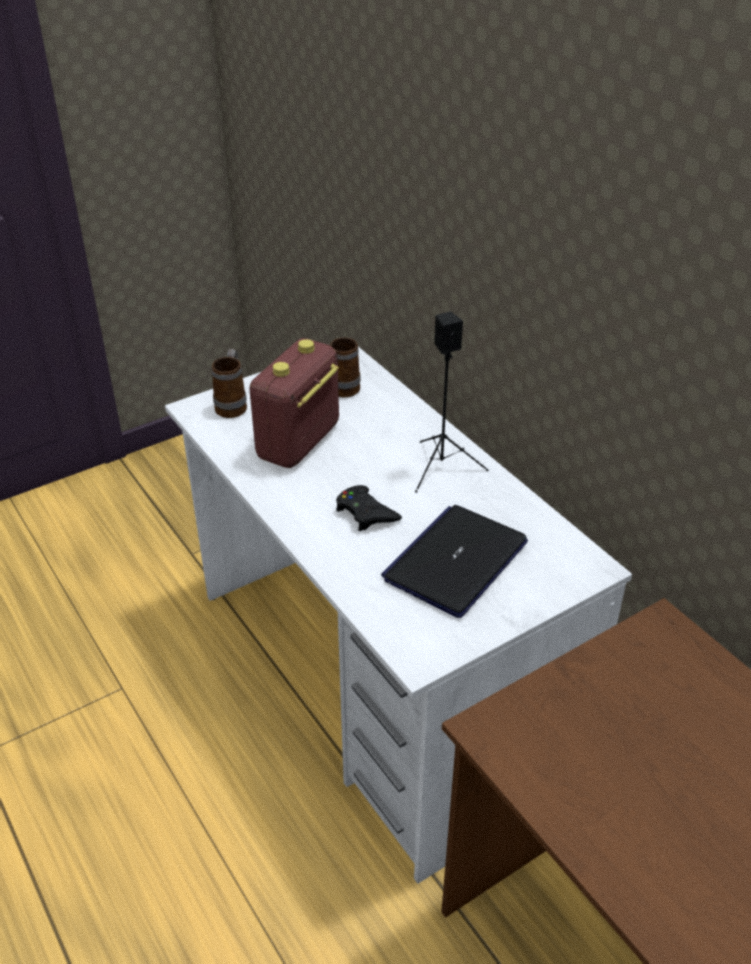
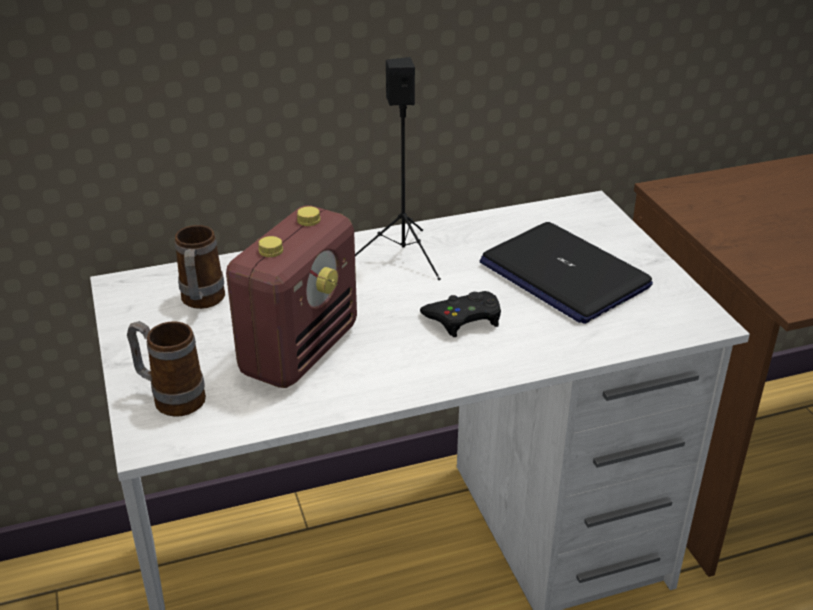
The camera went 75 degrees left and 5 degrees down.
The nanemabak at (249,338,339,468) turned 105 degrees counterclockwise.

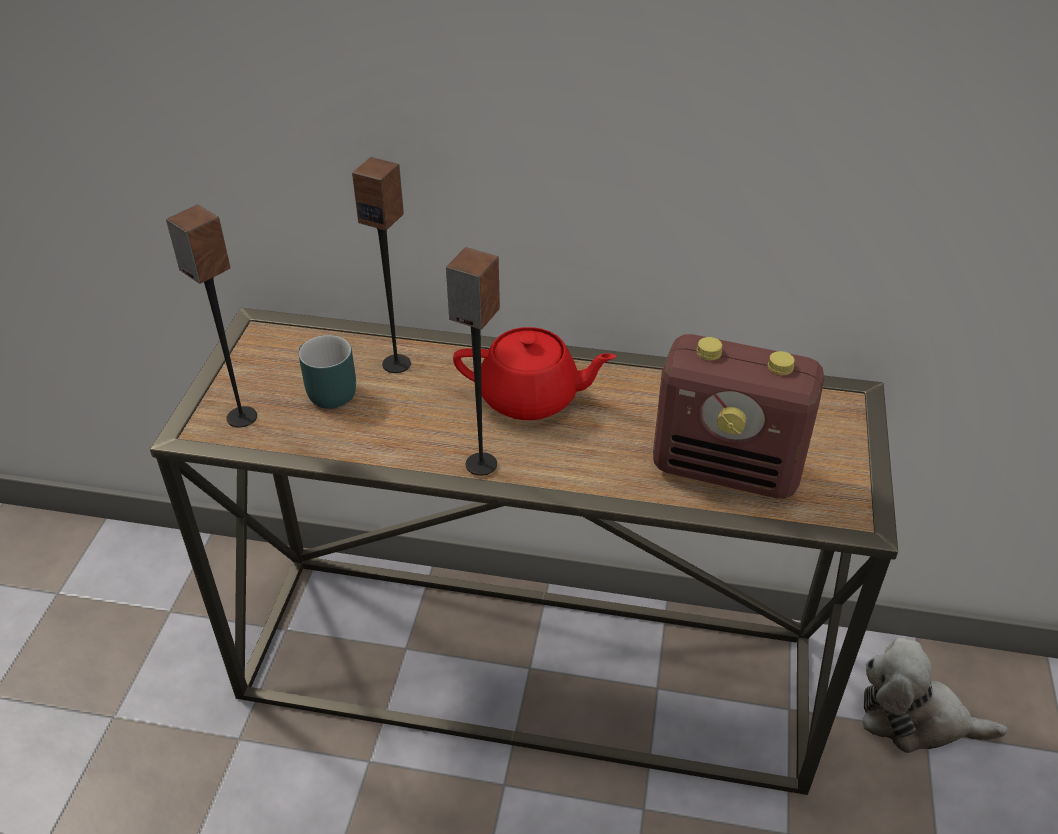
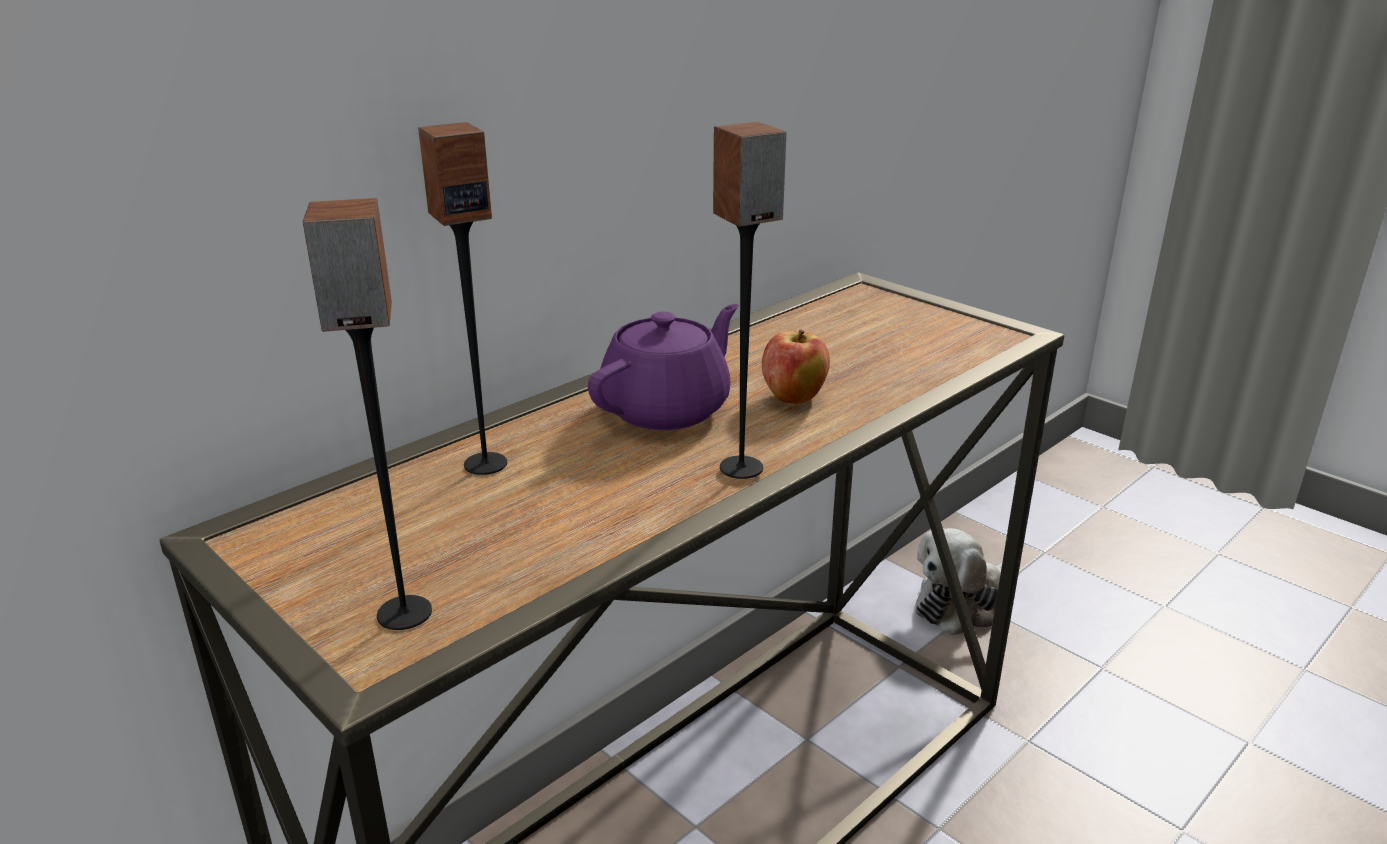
The camera went 55 degrees left and 15 degrees down.
The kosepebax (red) at (453,327,617,420) became the kosepebax (purple) at (588,304,739,430).
The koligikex at (762,329,830,404) appeared.
The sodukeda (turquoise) at (298,335,356,409) disappeared.
The nanemabak at (653,334,824,499) disappeared.

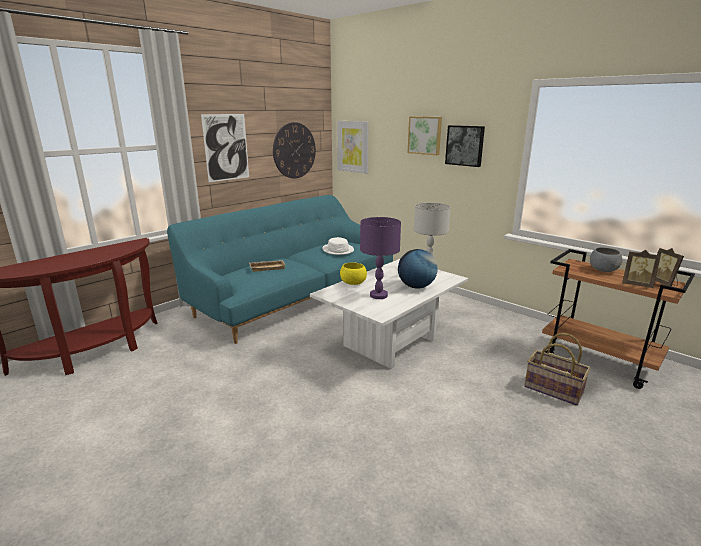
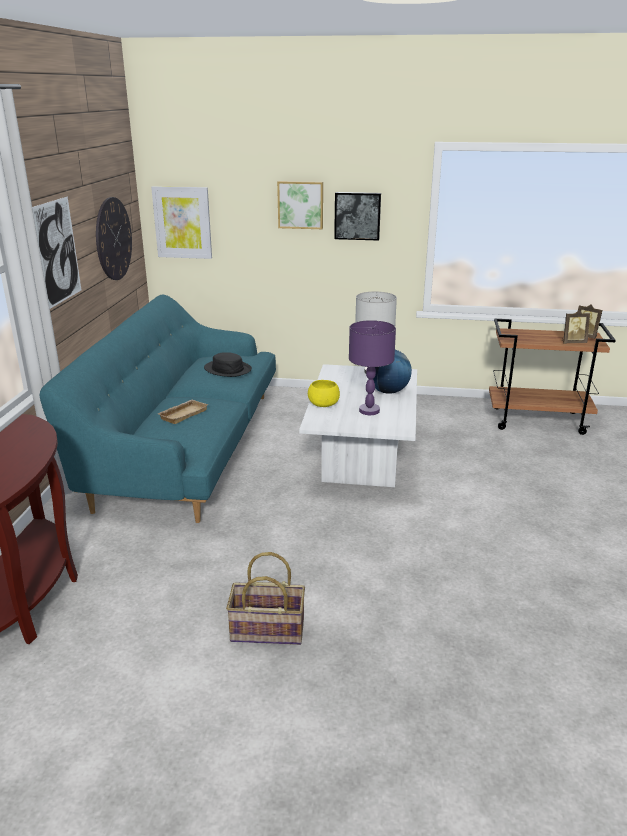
The camera went 35 degrees left and 5 degrees up.
The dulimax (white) at (322,237,354,255) became the dulimax (black) at (204,352,252,377).
The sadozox moved from (524,333,590,406) to (226,552,305,645).
The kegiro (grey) at (590,247,622,272) disappeared.

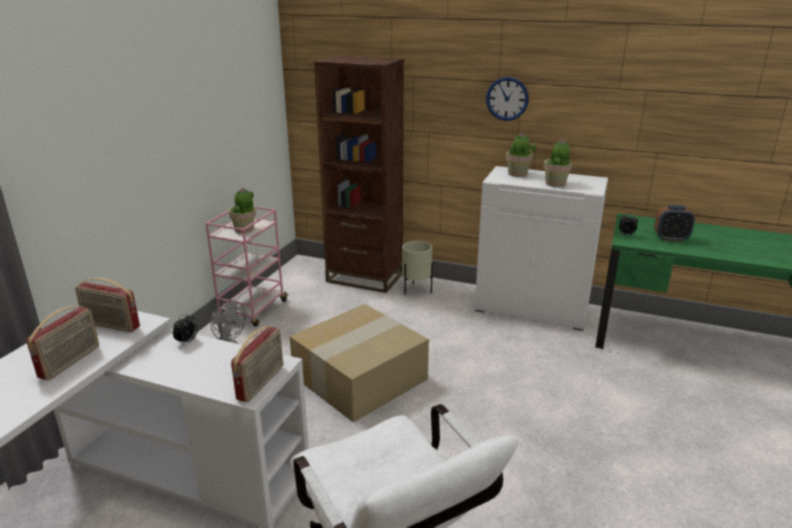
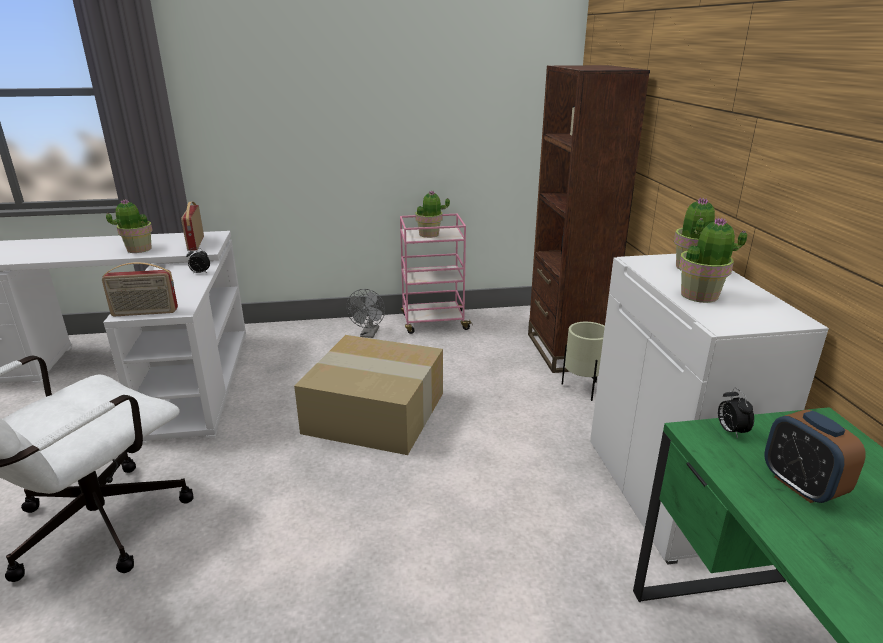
The camera went 60 degrees right and 0 degrees up.
The nanemabak at (26,306,99,380) was replaced by the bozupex at (106,199,152,253).
The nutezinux at (486,77,529,121) disappeared.

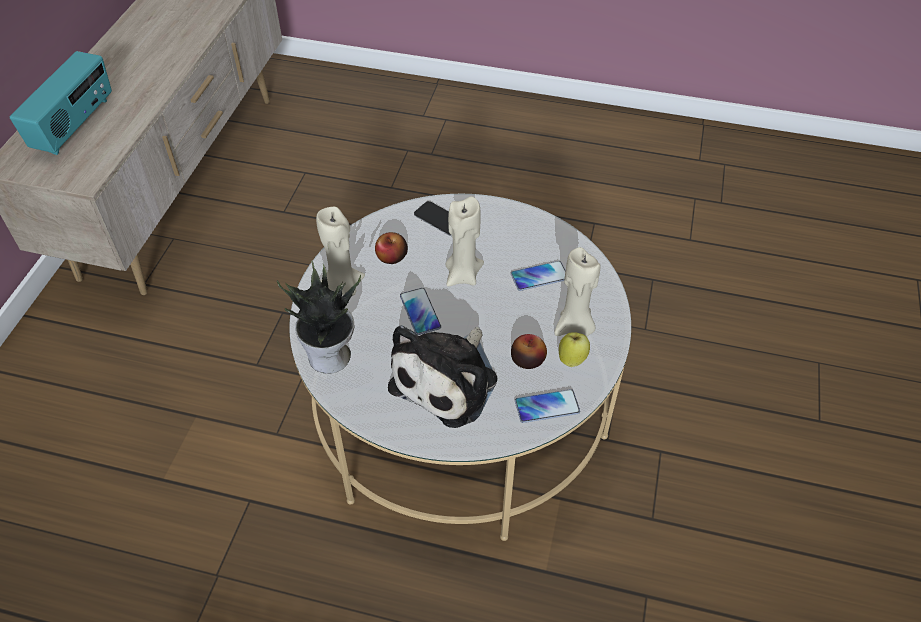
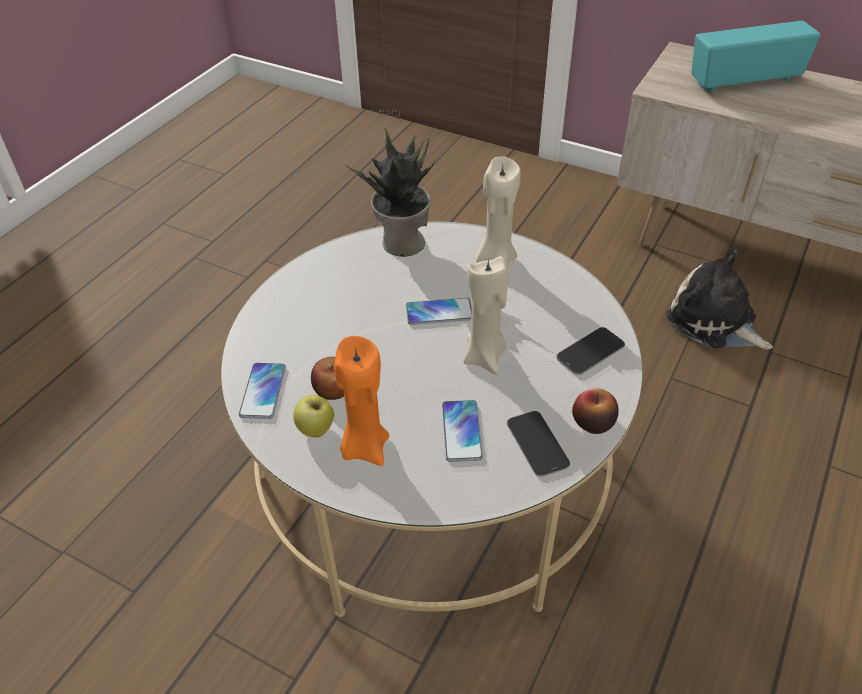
The camera went 105 degrees right and 5 degrees down.
The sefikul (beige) at (555,247,601,336) became the sefikul (orange) at (334,336,389,466).
The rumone at (507,411,570,477) appeared.
The koligikex moved from (375,232,408,264) to (572,388,619,434).
The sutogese moved from (388,325,497,428) to (666,249,773,349).
The nanemabak at (10,51,112,155) turned 135 degrees clockwise.

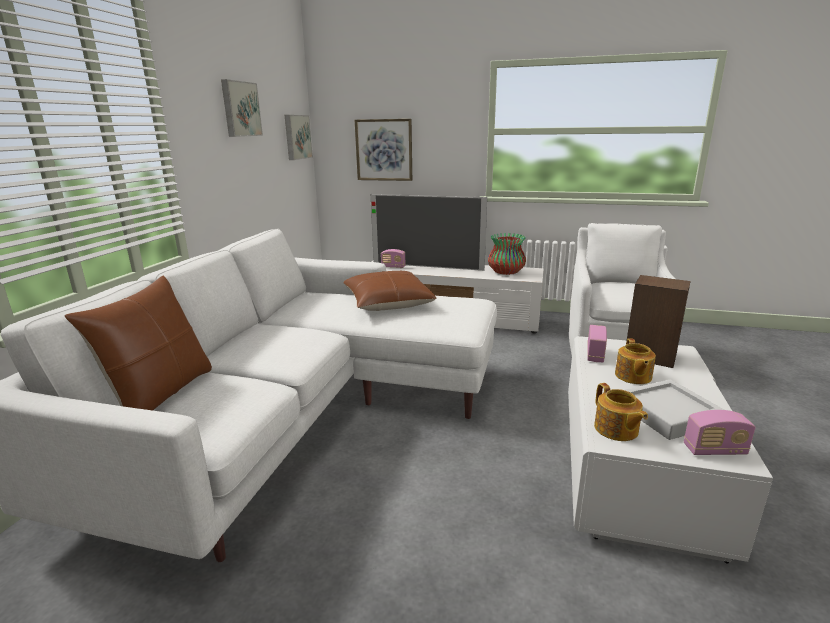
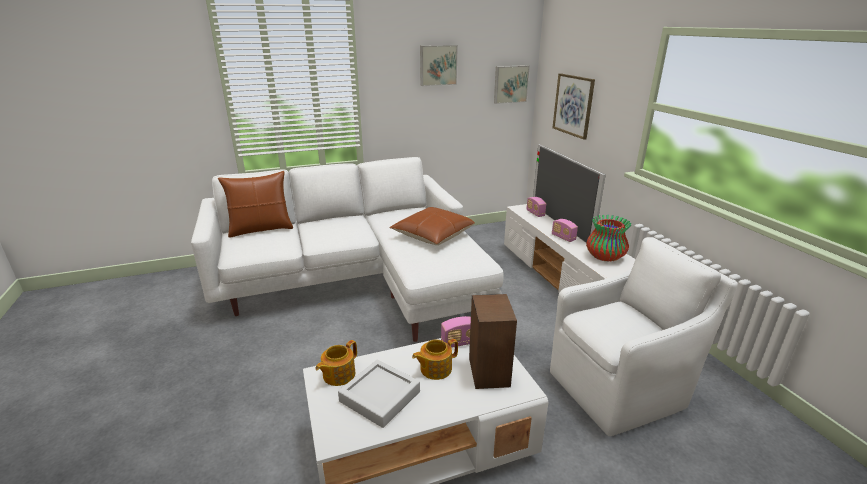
The camera went 55 degrees right and 5 degrees up.
The nanemabak moved from (684,410,756,455) to (552,219,578,242).

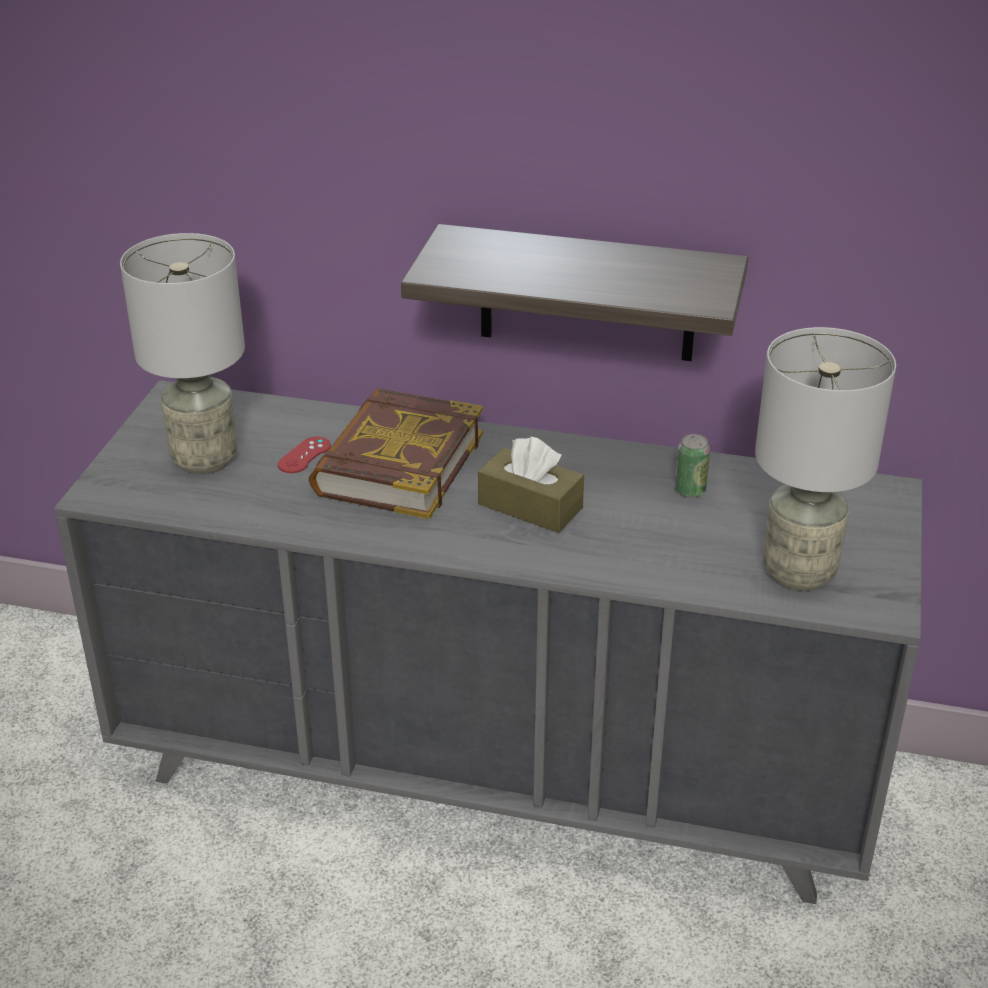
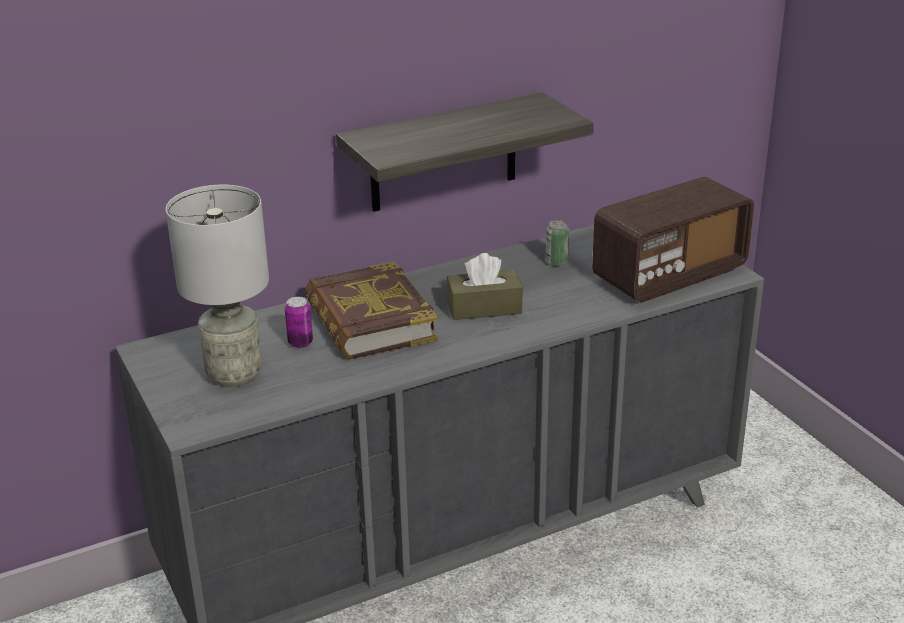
The camera went 40 degrees left and 5 degrees down.
The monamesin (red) at (278,436,331,473) was replaced by the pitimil at (285,297,313,348).
The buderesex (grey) at (755,327,896,591) was replaced by the nanemabak at (592,177,754,303).

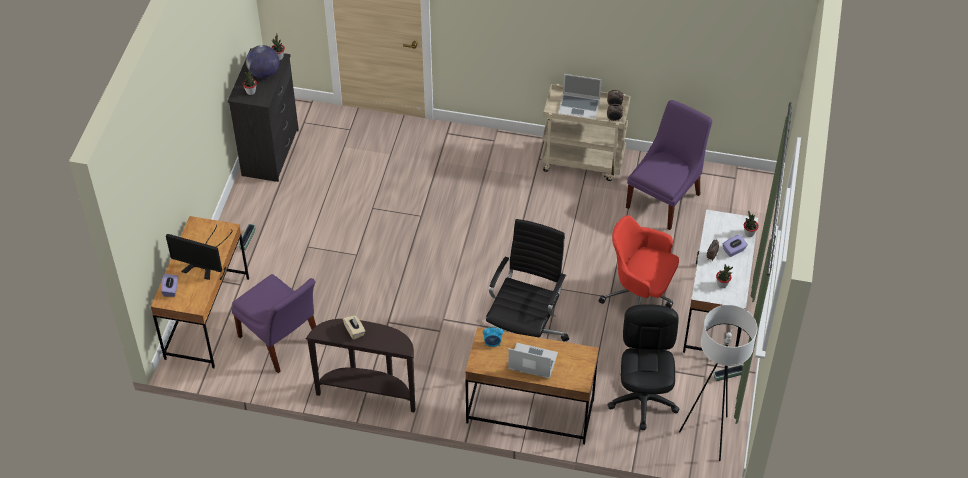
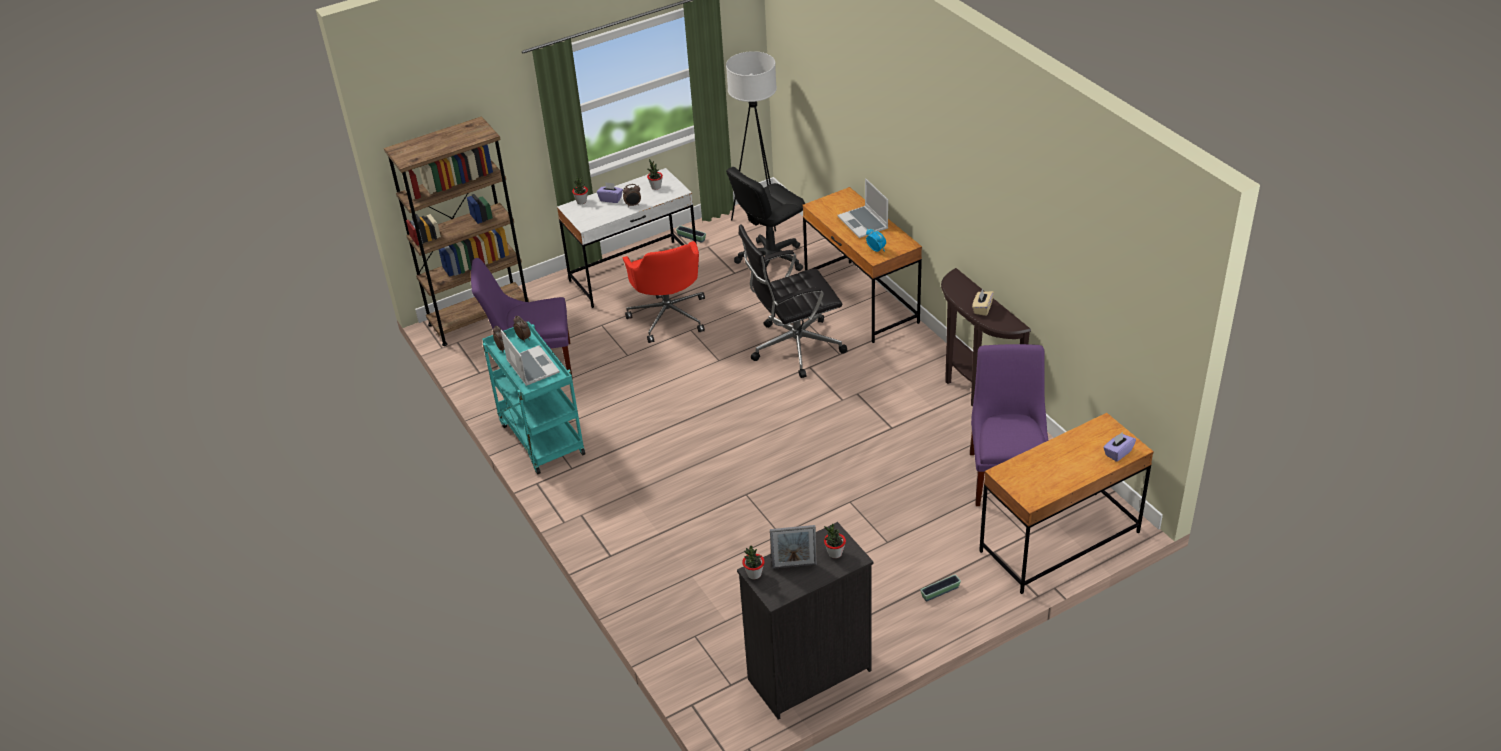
The camera went 130 degrees left and 10 degrees down.
The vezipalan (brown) at (384,116,529,346) appeared.
The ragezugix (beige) at (542,84,630,181) became the ragezugix (turquoise) at (482,321,586,474).
The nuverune at (246,45,279,78) was replaced by the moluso at (770,525,817,569).
The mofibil at (166,225,233,280) disappeared.

